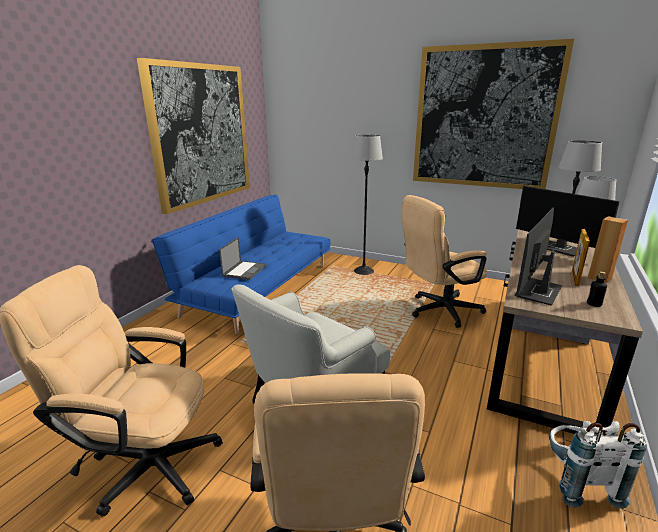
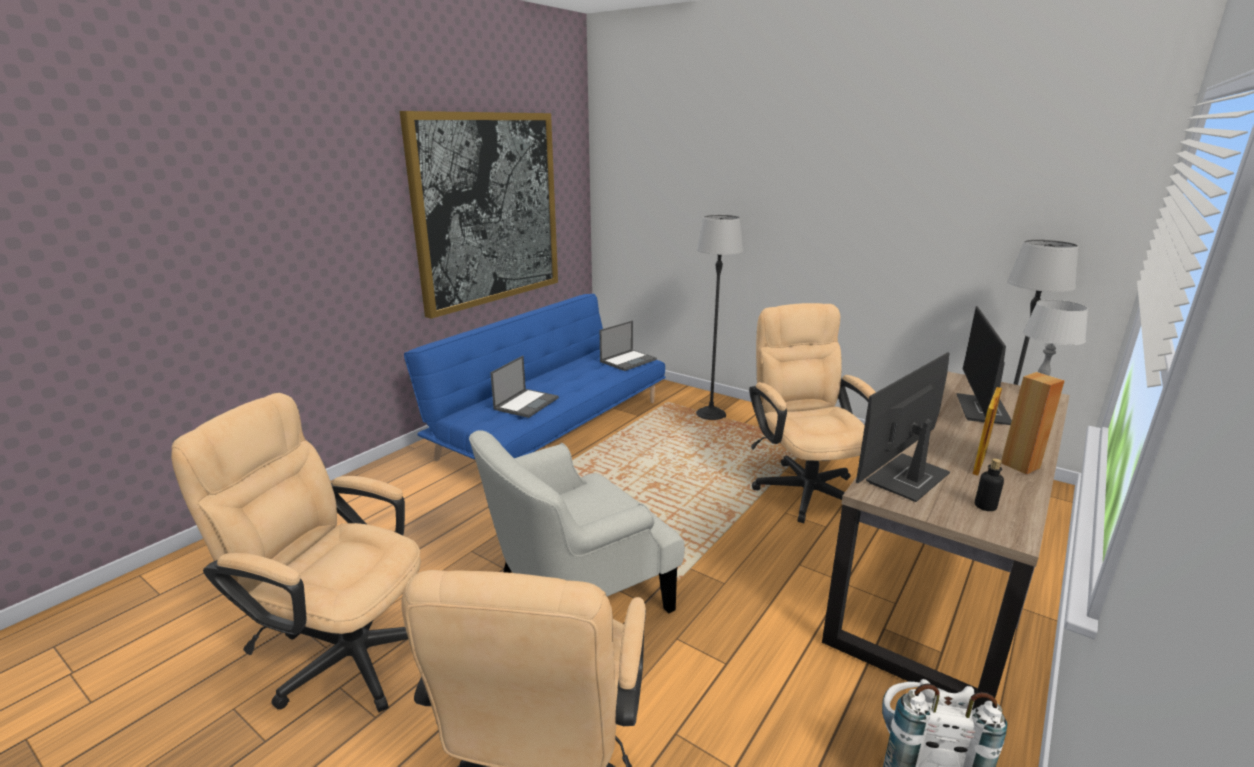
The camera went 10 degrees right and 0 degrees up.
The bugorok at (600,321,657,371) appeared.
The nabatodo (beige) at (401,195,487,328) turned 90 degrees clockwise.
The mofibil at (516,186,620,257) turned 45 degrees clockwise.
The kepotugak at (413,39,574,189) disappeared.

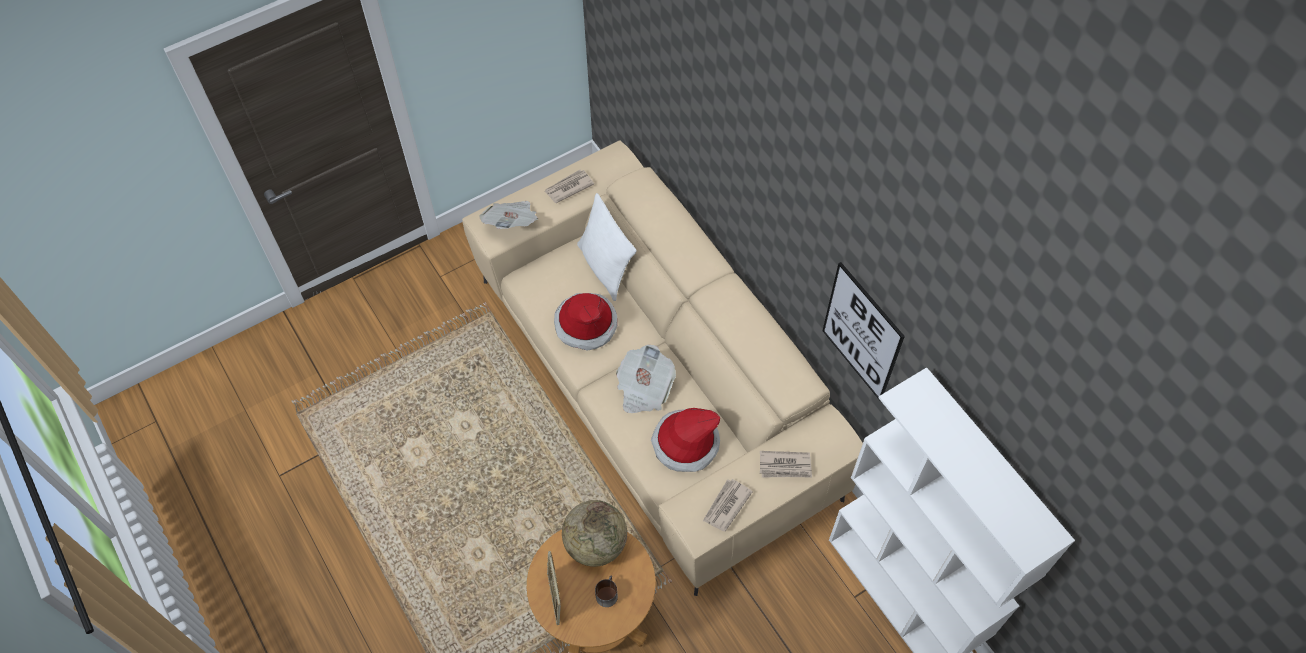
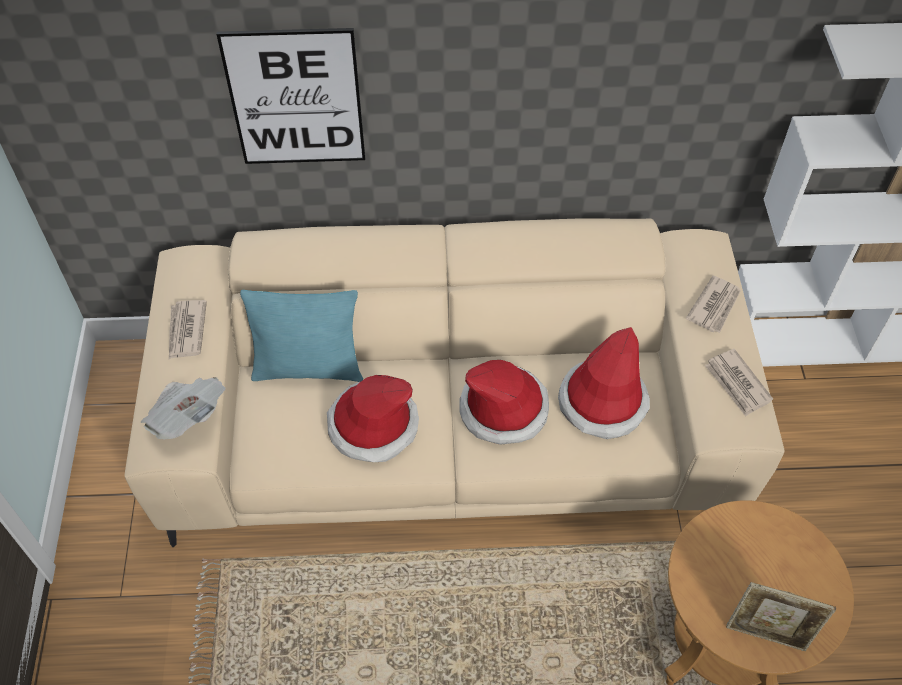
The camera went 60 degrees left and 5 degrees down.
The kepotugak moved from (822,262,905,400) to (217,28,365,164).
The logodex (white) at (577,193,636,301) became the logodex (turquoise) at (240,290,363,382).
The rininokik at (616,345,676,413) was replaced by the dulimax at (460,360,549,445).
The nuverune at (562,500,627,567) disappeared.
The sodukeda at (595,575,618,607) disappeared.

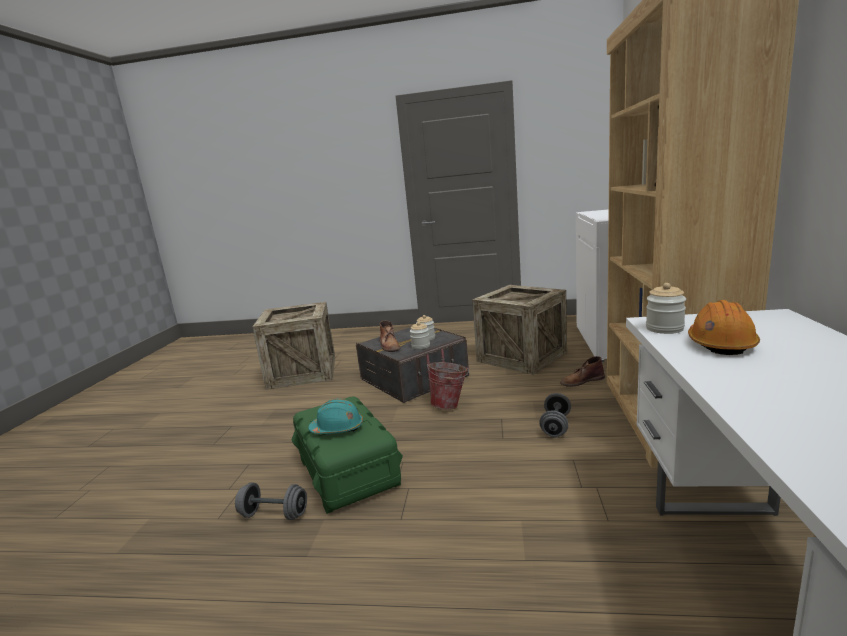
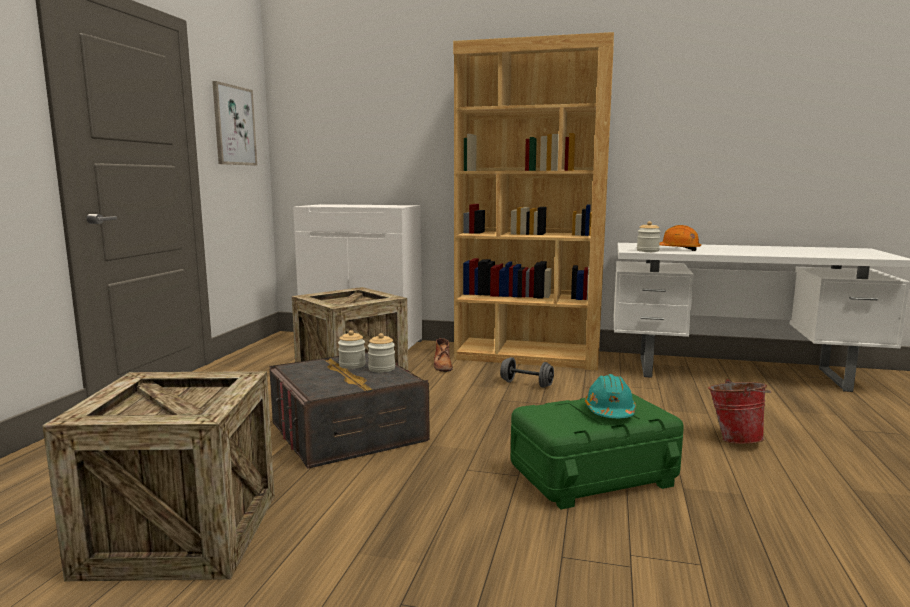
The camera went 85 degrees left and 5 degrees down.
The kepotugak at (212,81,257,166) appeared.
The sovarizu moved from (427,362,469,410) to (708,379,771,444).
The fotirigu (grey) at (235,483,307,520) disappeared.
The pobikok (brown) at (380,321,400,352) disappeared.

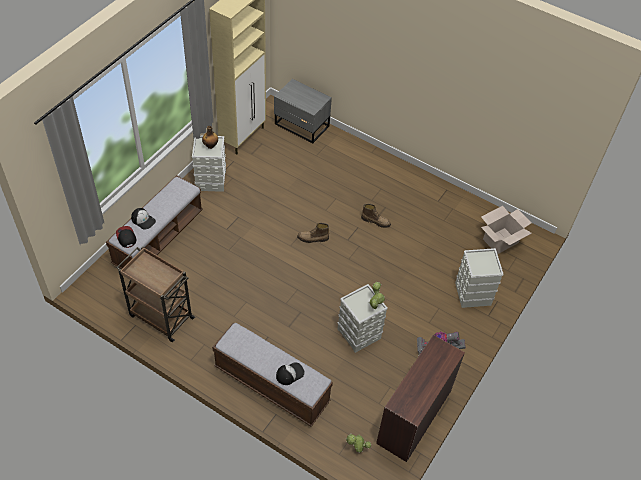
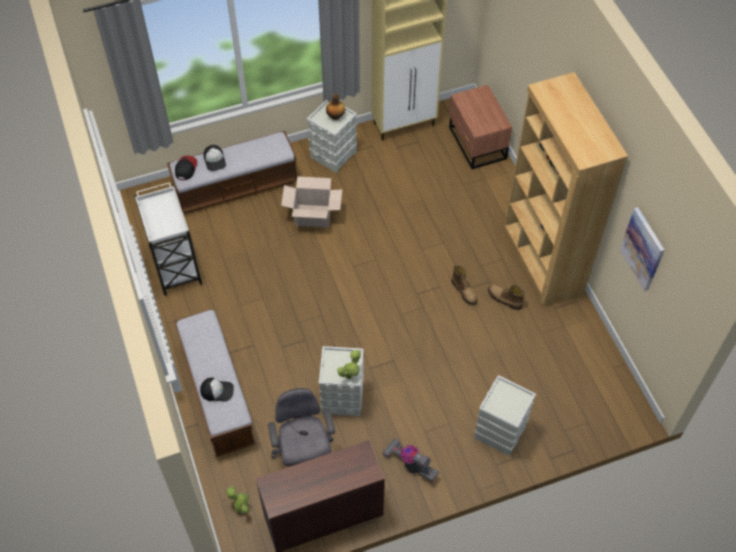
The camera went 40 degrees right and 5 degrees up.
The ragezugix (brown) at (116,246,196,342) became the ragezugix (white) at (134,182,203,296).
The nabatodo (grey) at (268,388,335,466) appeared.
The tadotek moved from (481,206,532,254) to (281,176,342,228).
The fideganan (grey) at (274,79,332,143) became the fideganan (brown) at (449,85,512,169).
The pobikok moved from (297,223,329,243) to (488,284,525,310).
The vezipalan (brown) at (504,72,628,306) appeared.
The kepotugak at (620,207,665,291) appeared.

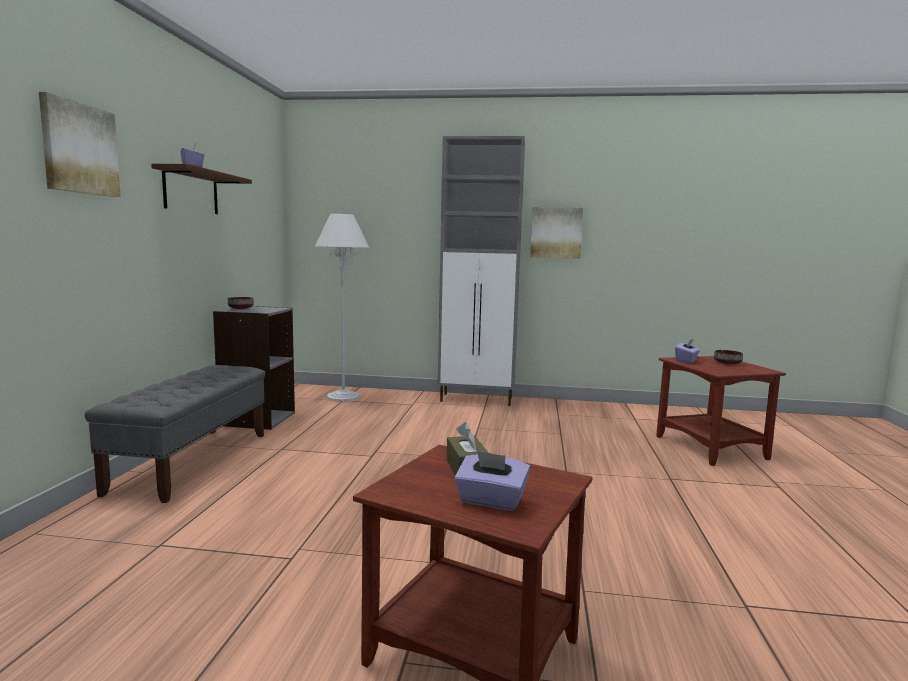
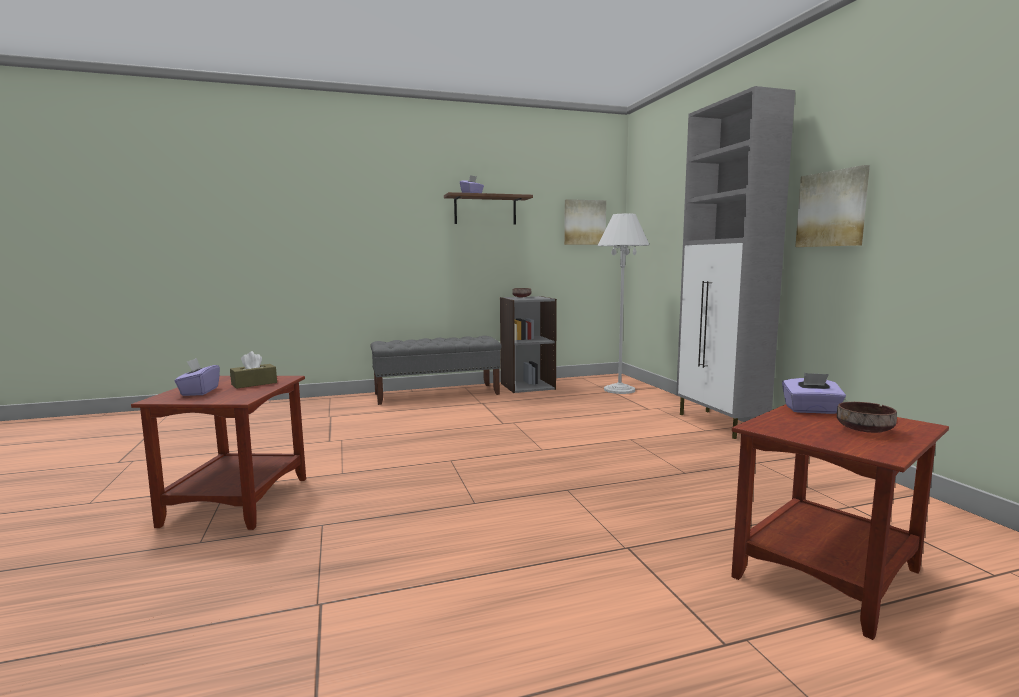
The camera went 65 degrees right and 0 degrees up.
The kepotugak moved from (39,92,121,197) to (564,199,606,245).

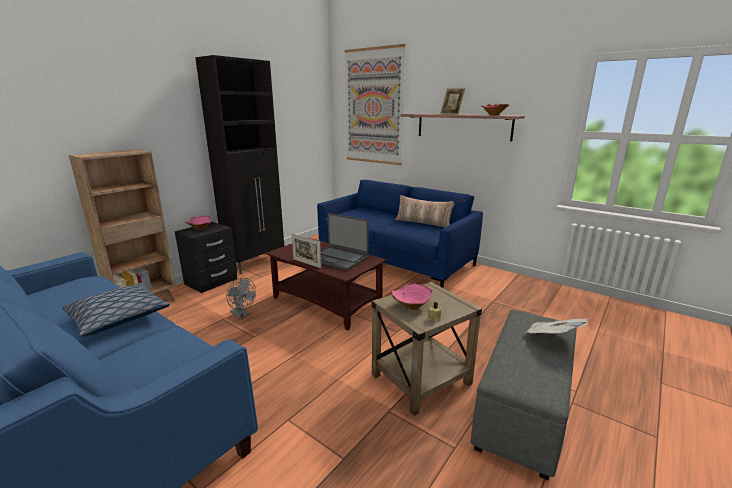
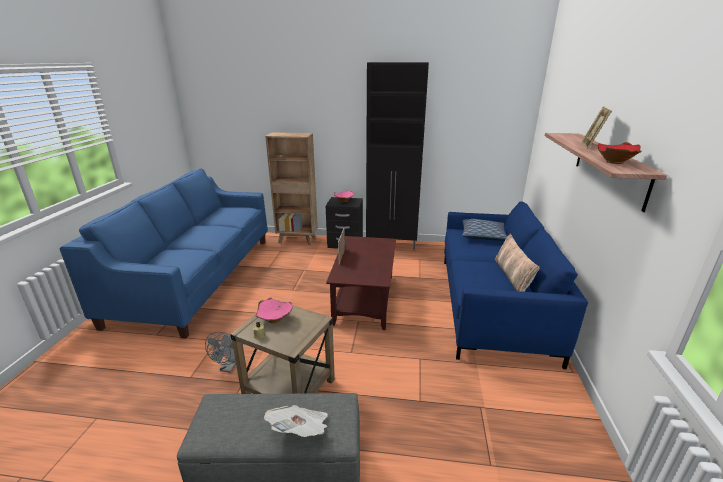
The camera went 60 degrees right and 5 degrees up.
The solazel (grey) moved from (226,278,256,319) to (205,332,236,373).
The logodex moved from (62,283,170,337) to (462,219,507,241).
The bugorok at (321,213,369,270) disappeared.
The kepotugak at (345,44,405,165) disappeared.

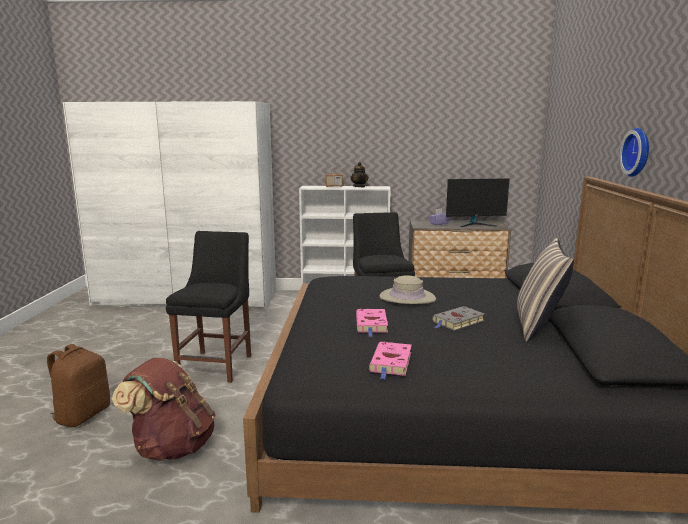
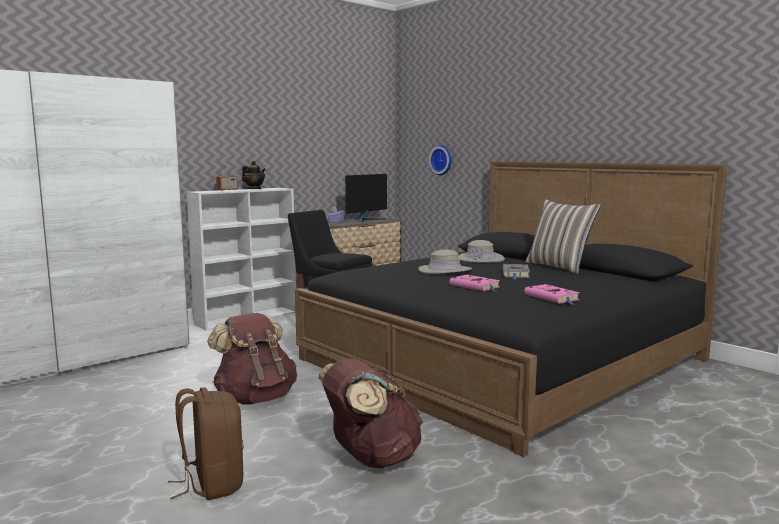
The camera went 45 degrees left and 5 degrees down.
The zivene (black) at (166,231,251,383) was replaced by the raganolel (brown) at (207,313,297,405).
The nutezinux moved from (619,128,649,177) to (429,145,452,175).
The dulimax (beige) at (458,240,505,263) appeared.

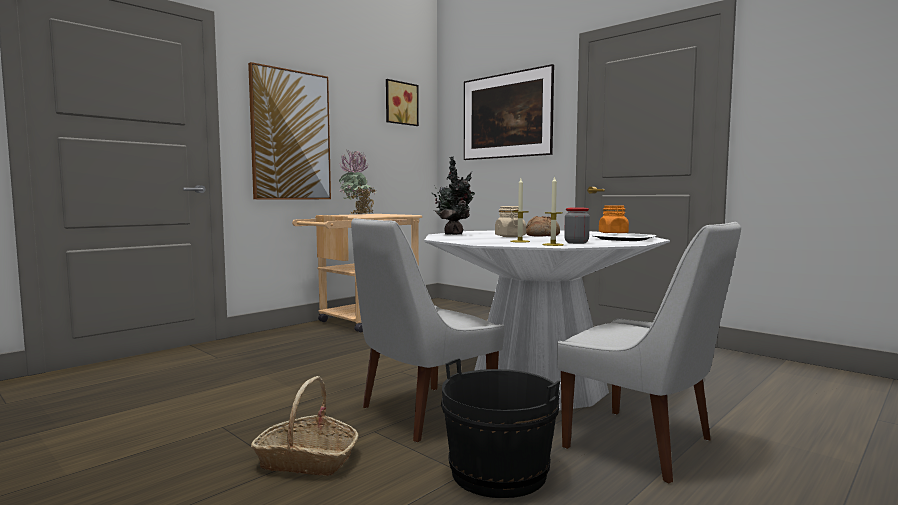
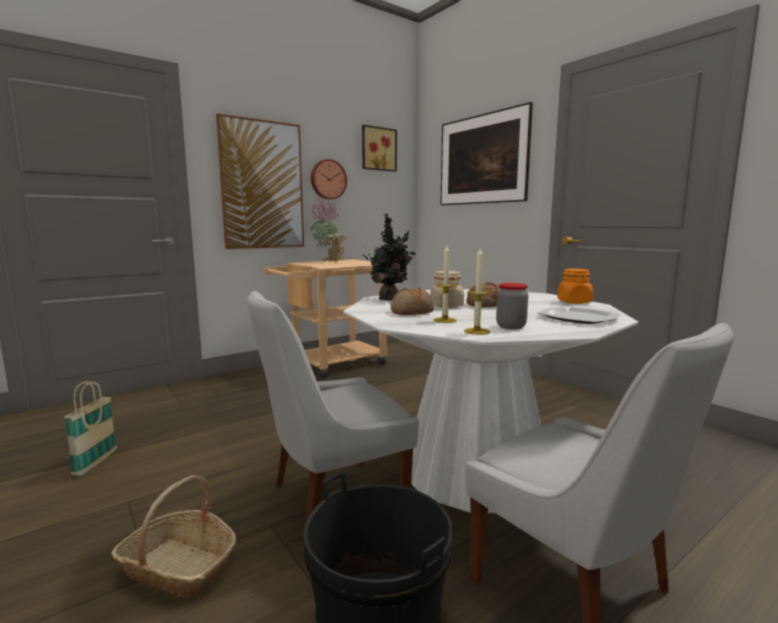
The camera went 10 degrees right and 5 degrees up.
The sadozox at (64,381,117,476) appeared.
The nutezinux at (311,159,347,200) appeared.
The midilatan at (391,288,434,315) appeared.

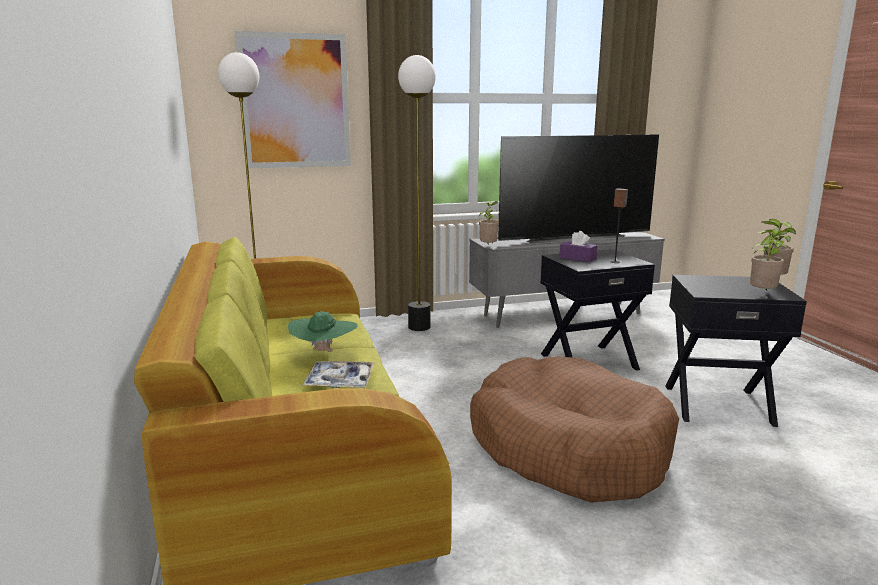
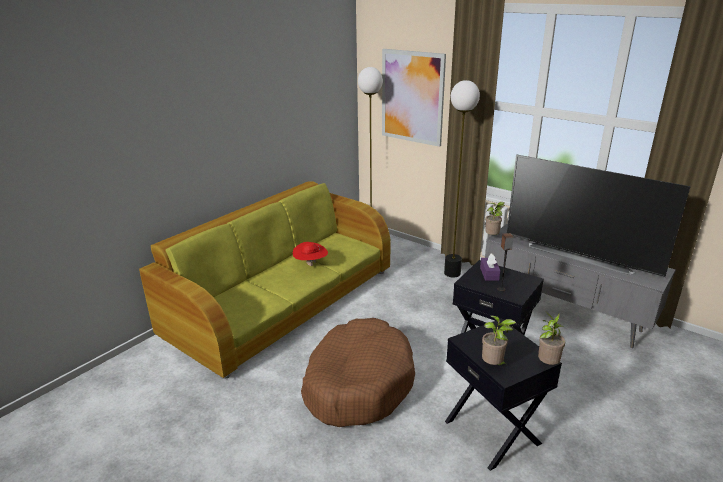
The camera went 55 degrees right and 10 degrees up.
The dulimax (green) at (288,311,358,351) became the dulimax (red) at (293,242,328,266).
The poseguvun at (302,361,375,388) disappeared.

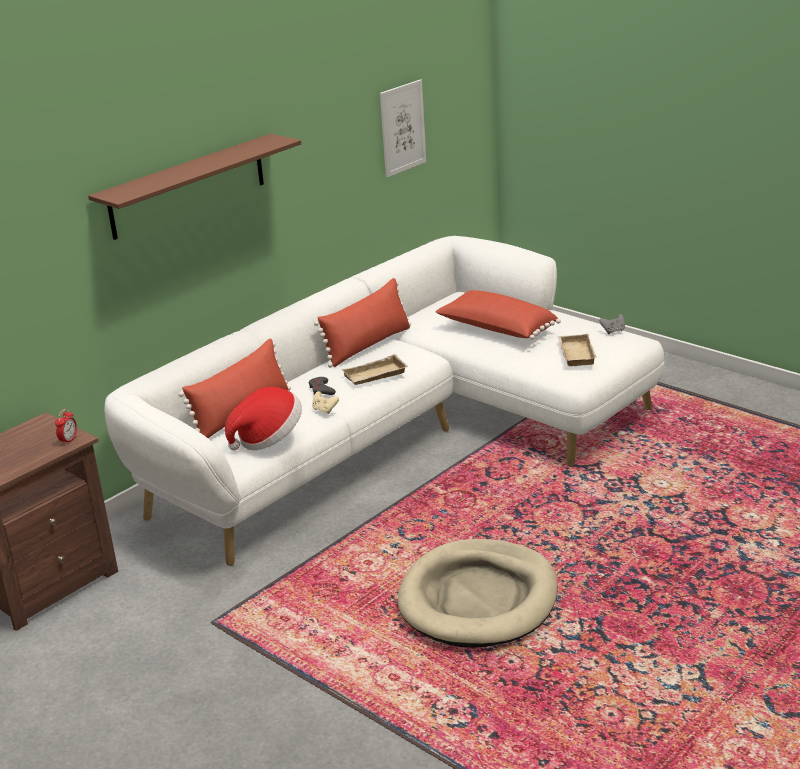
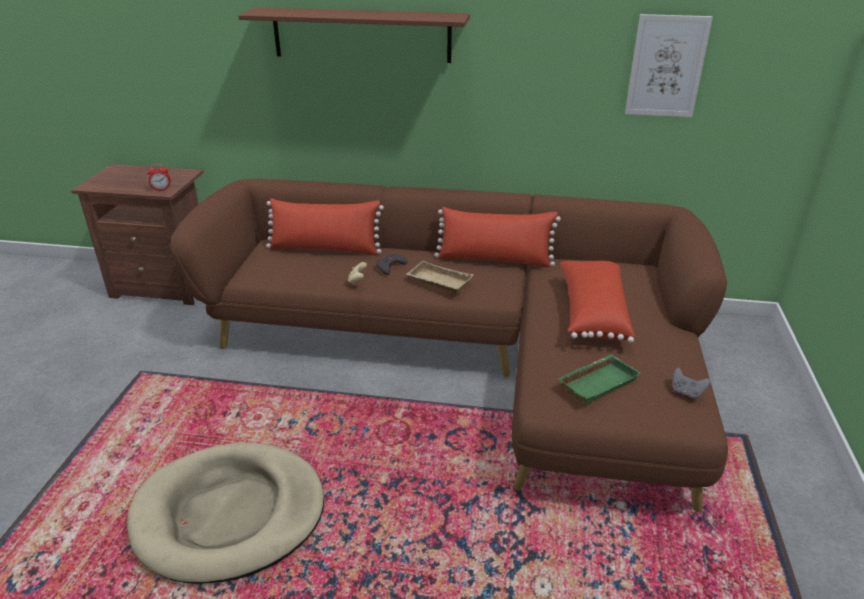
The camera went 55 degrees right and 5 degrees up.
The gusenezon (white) at (104,236,664,566) became the gusenezon (brown) at (170,179,728,512).
The poseguvun (beige) at (558,334,597,366) became the poseguvun (green) at (557,354,640,404).
The dulimax at (225,387,302,450) disappeared.

